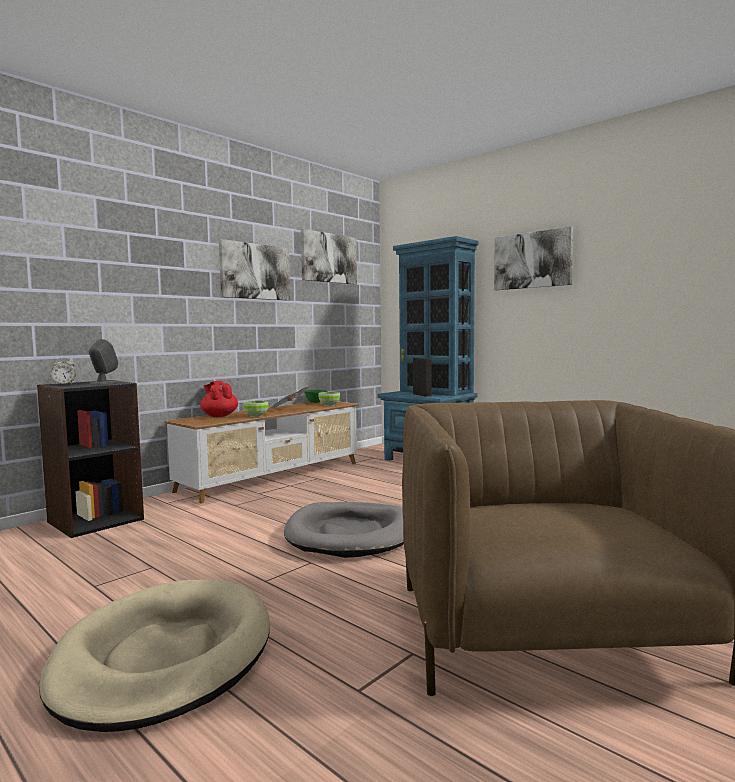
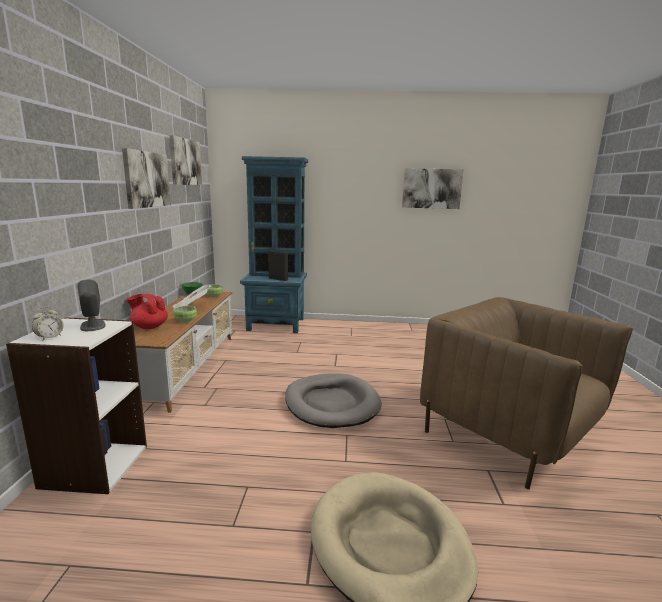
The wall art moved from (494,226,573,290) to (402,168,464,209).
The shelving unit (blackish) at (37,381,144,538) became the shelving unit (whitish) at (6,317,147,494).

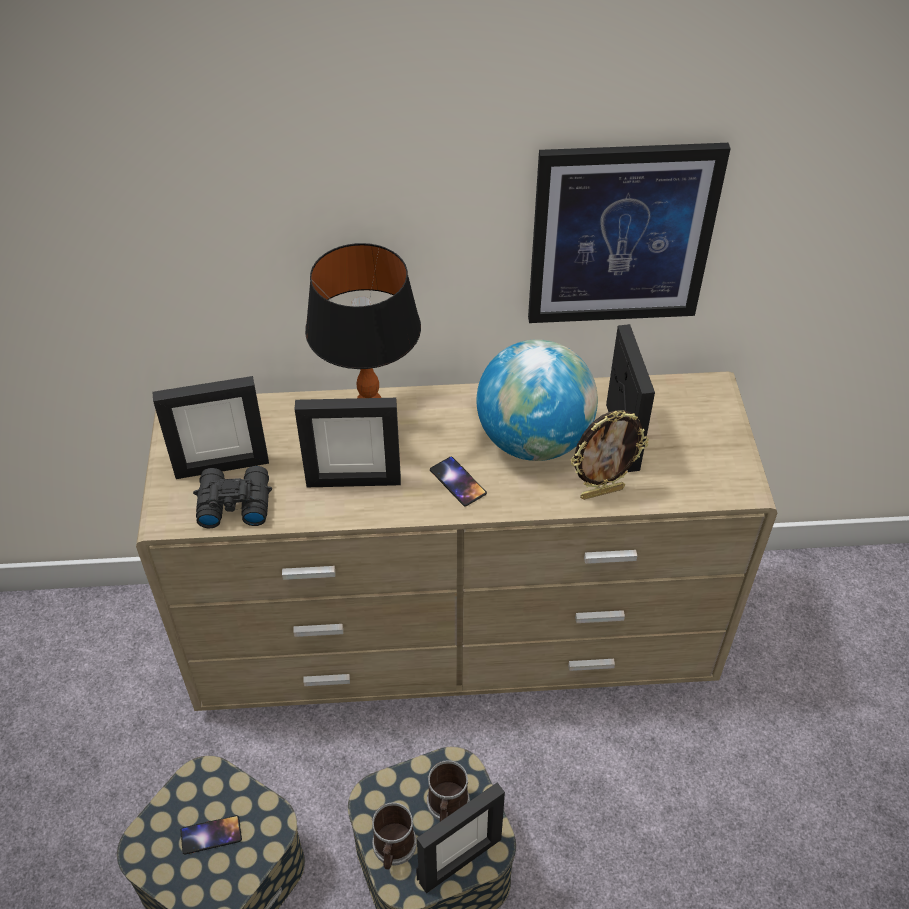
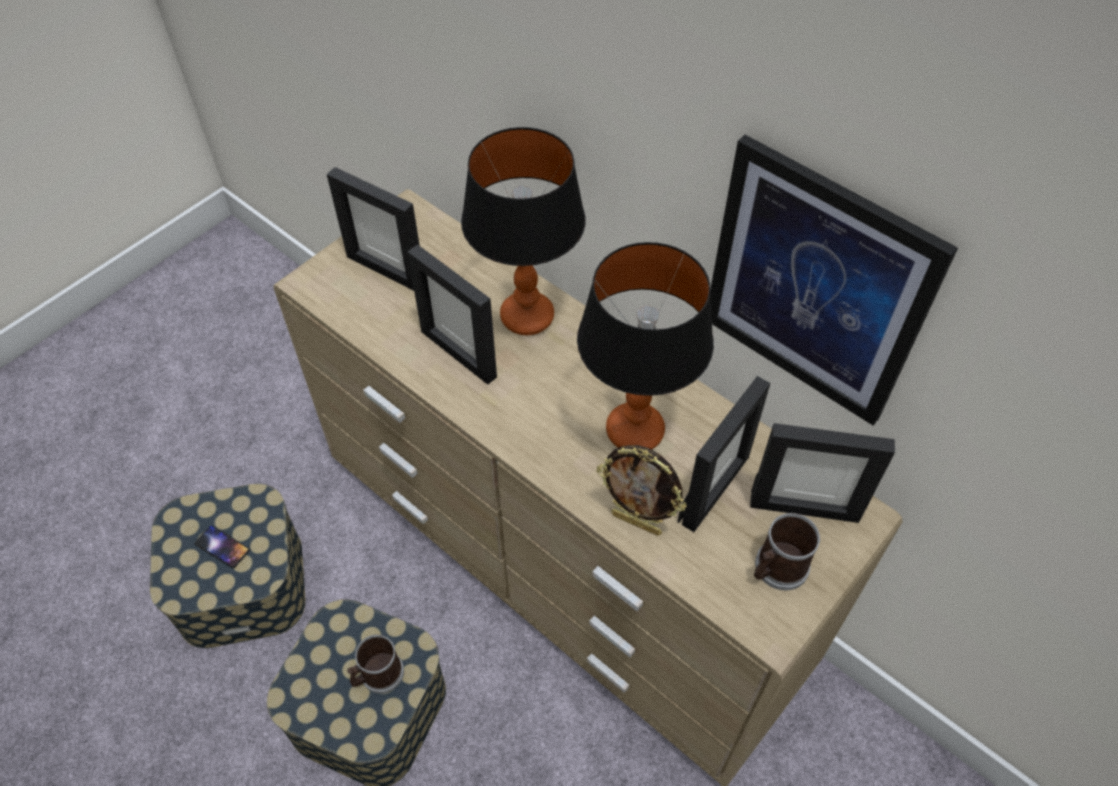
The globe at (477,339,598,461) was replaced by the table lamp at (577,242,714,450).
The phone at (430,457,487,507) disappeared.
The binoculars (blackish) at (193,466,272,528) disappeared.
The standing frame moved from (416,783,505,893) to (750,423,895,523).
The tea mug moved from (372,802,417,870) to (754,513,821,590).

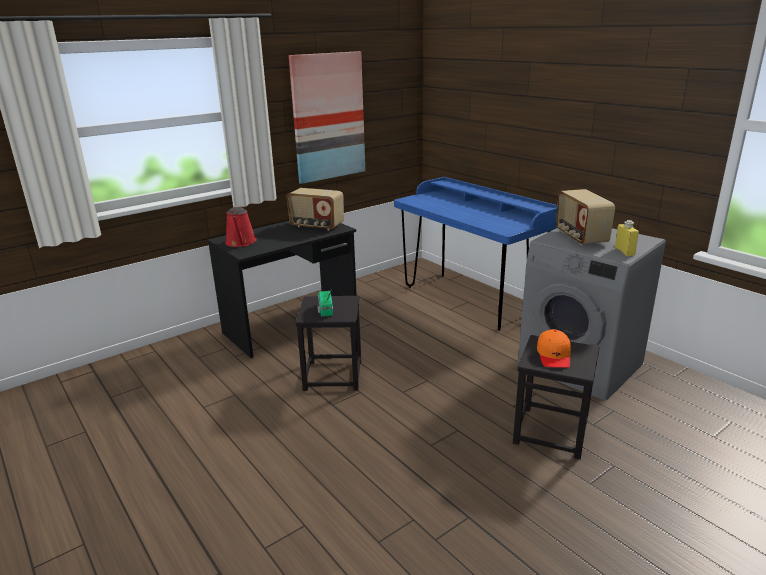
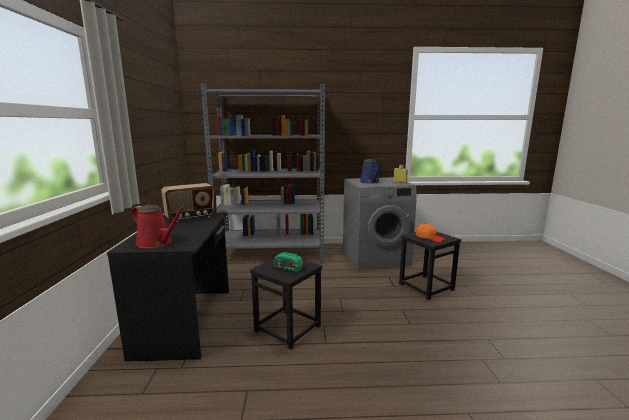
The wall art at (289,51,365,184) disappeared.
The desk (bluish) at (394,177,557,331) was replaced by the shelving unit (greyish) at (201,83,325,264).
The radio set at (556,189,615,245) was replaced by the sprinkling can (bluish) at (360,159,384,183).

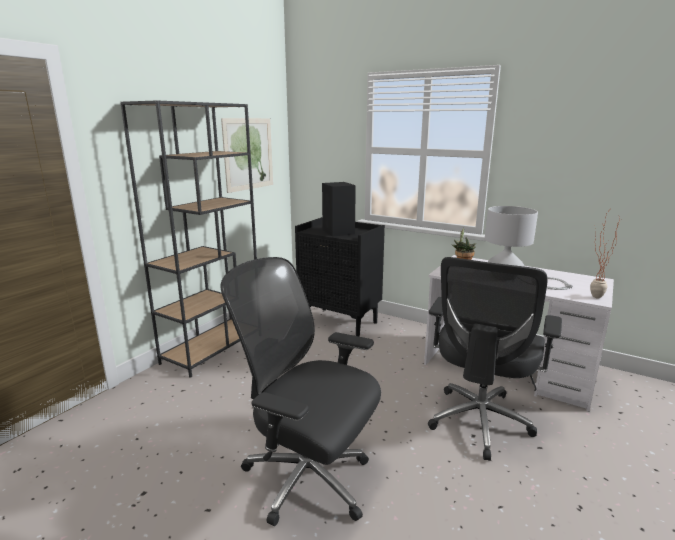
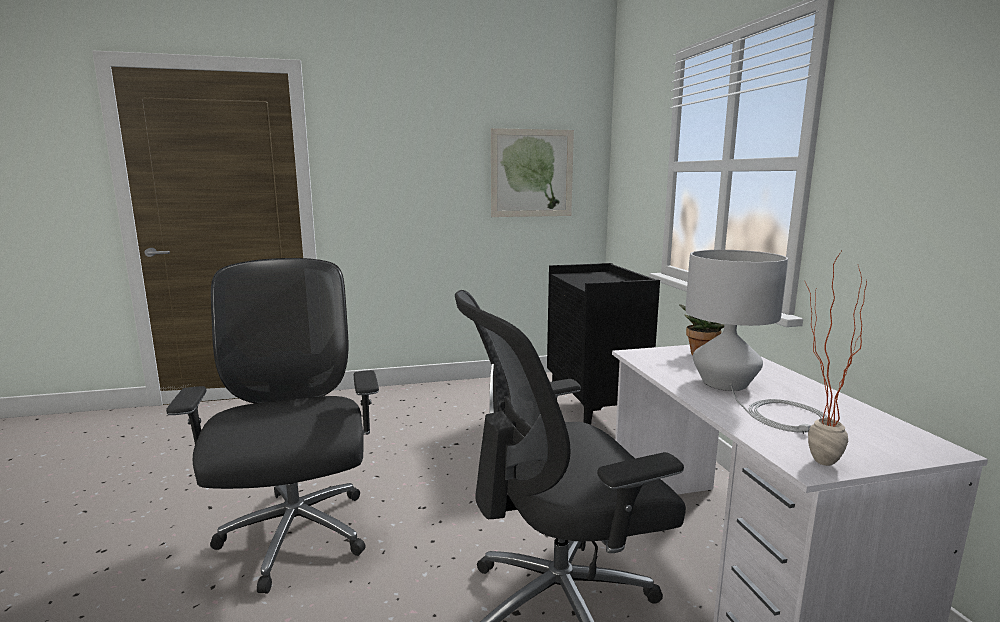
The shelving unit at (120,101,257,378) disappeared.
The audio speaker (blackish) at (322,182,356,237) disappeared.

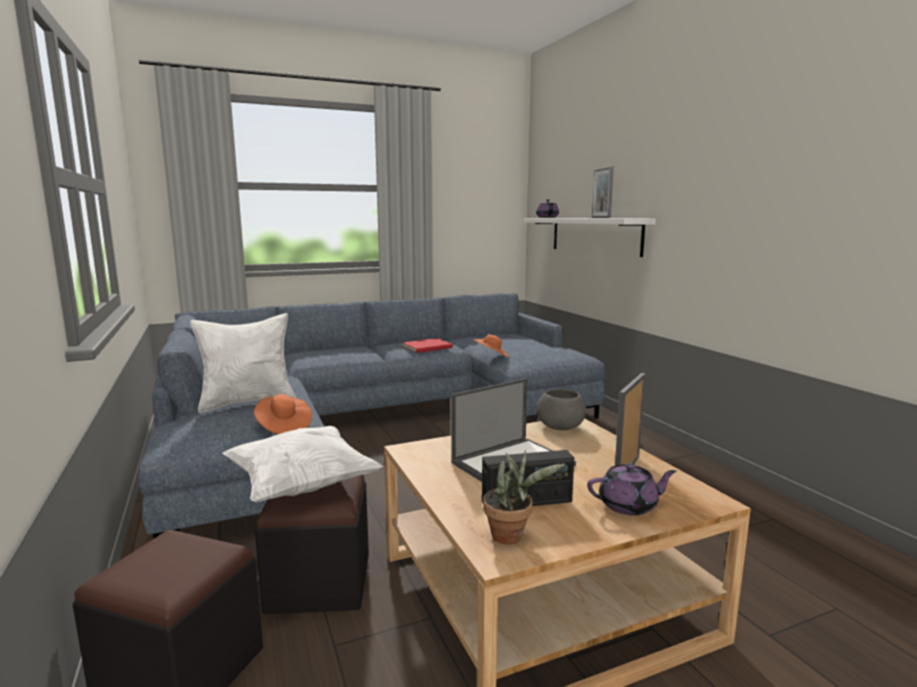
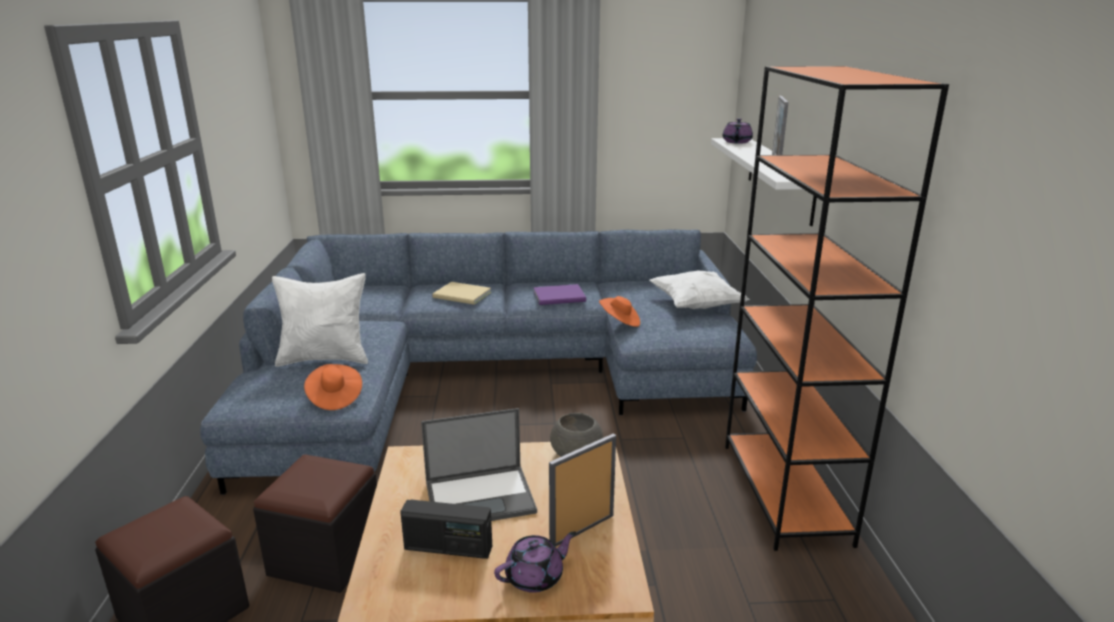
The volume (reddish) at (402,338,453,353) became the volume (purple) at (533,284,586,305).
The cushion (whitish) moved from (223,426,383,503) to (650,270,750,309).
The houseplant at (483,450,565,544) disappeared.
The tea pot (purple) at (587,463,677,516) turned 45 degrees counterclockwise.
The shelving unit (orange) at (725,66,949,551) appeared.
The volume (beige-coloured) at (432,282,491,305) appeared.

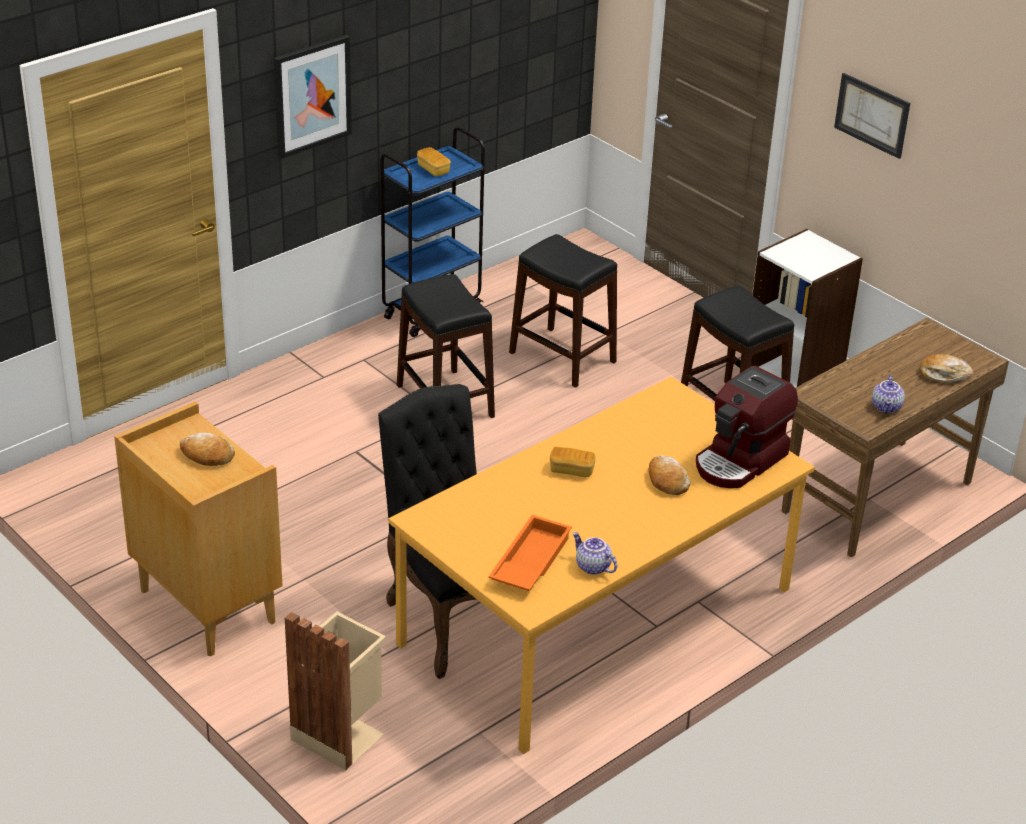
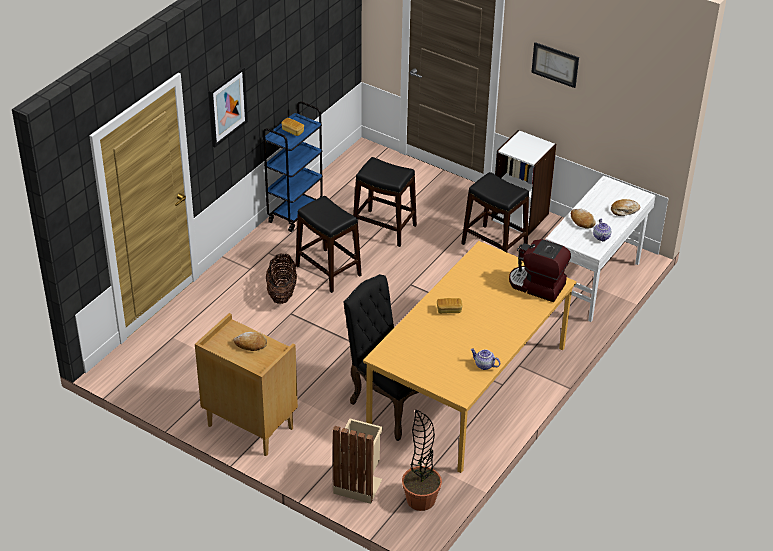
The narrow table (brown) at (782,317,1009,558) became the narrow table (whitish) at (545,175,656,322).
The coffee brewer at (696,366,798,488) turned 90 degrees clockwise.
The bread moved from (649,456,691,495) to (571,209,596,228).
The carrying tray (orange) at (488,515,572,591) disappeared.
The storage basket at (266,253,297,304) appeared.
The houseplant at (402,409,442,511) appeared.

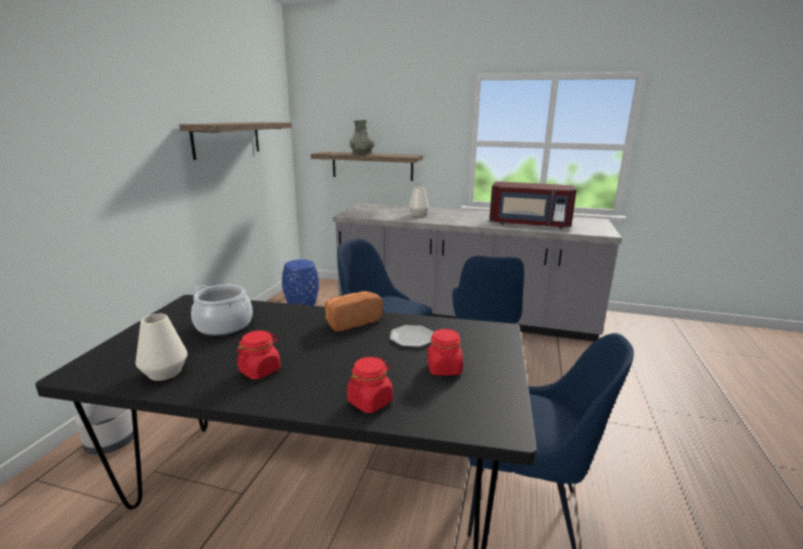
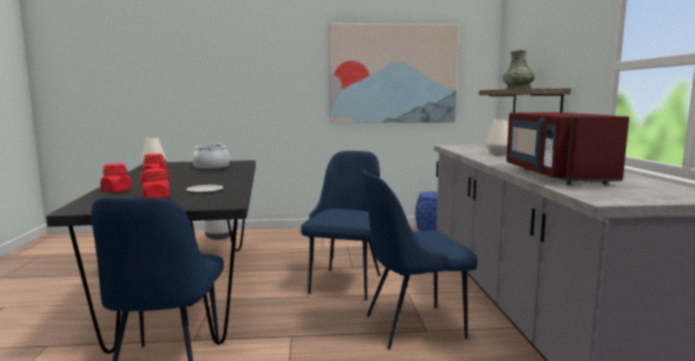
The shelf at (179,122,292,160) was replaced by the wall art at (329,23,459,123).
The bread at (325,291,383,332) disappeared.

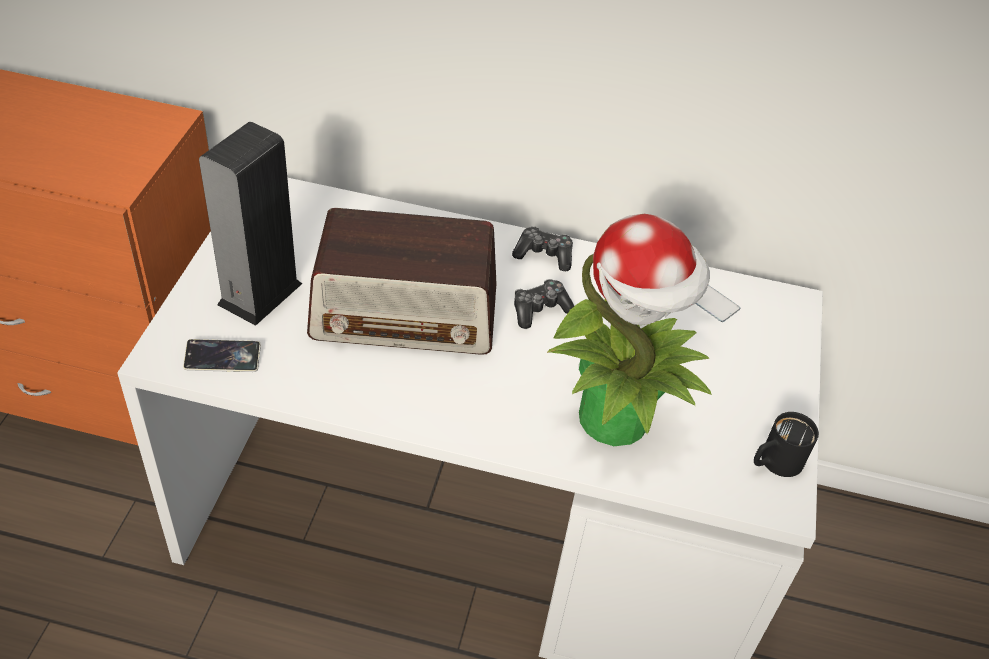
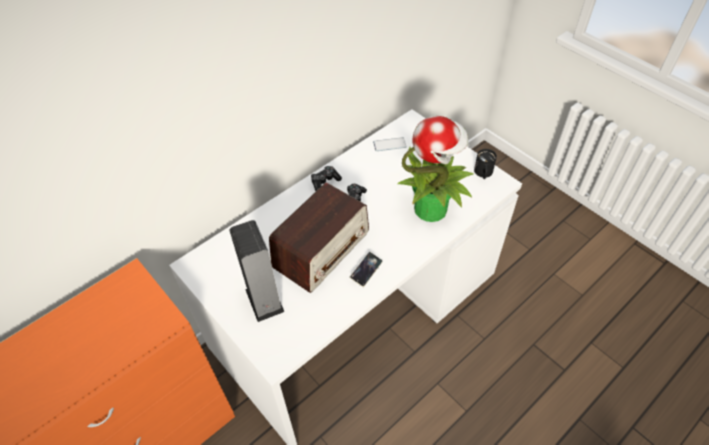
The phone moved from (183,339,261,372) to (350,252,383,287).

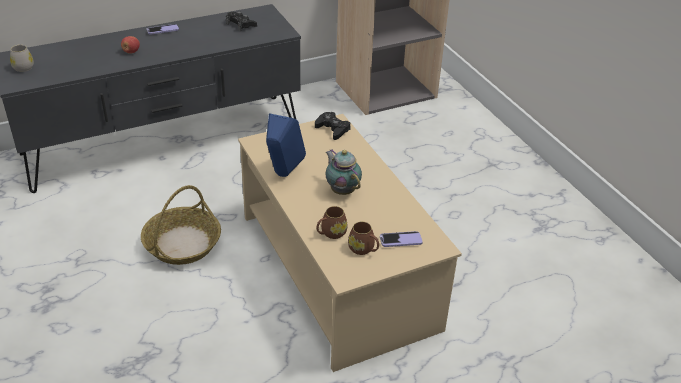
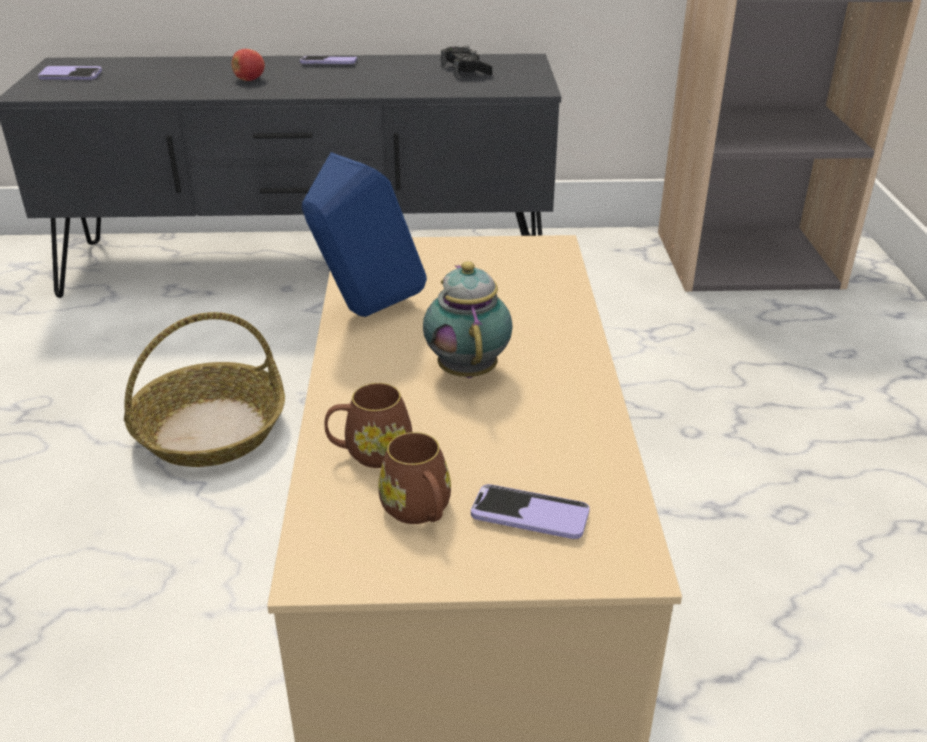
The tea mug (whitish) at (10,45,34,72) was replaced by the phone at (38,66,102,80).
The gamepad (blackish) at (315,112,351,140) disappeared.

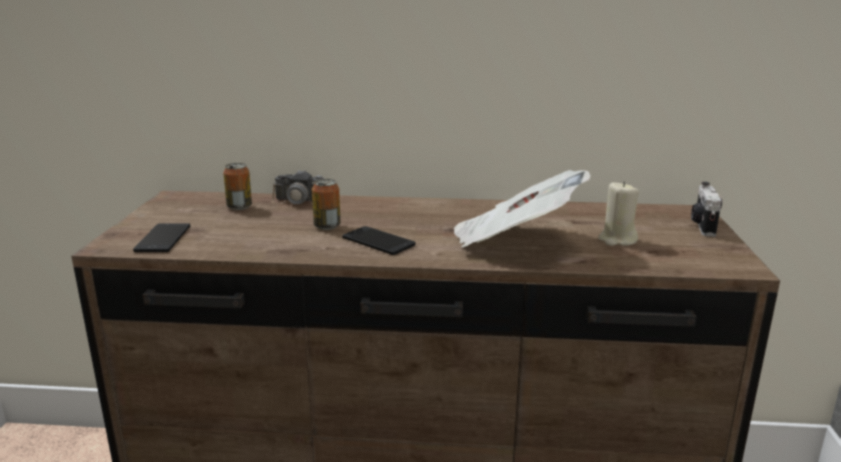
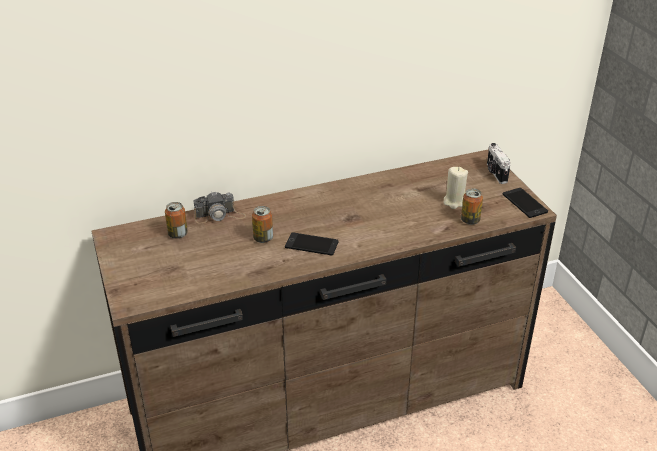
The newspaper at (454,170,590,248) disappeared.
The phone moved from (133,223,190,252) to (502,188,548,218).
The can at (461,189,483,225) appeared.

